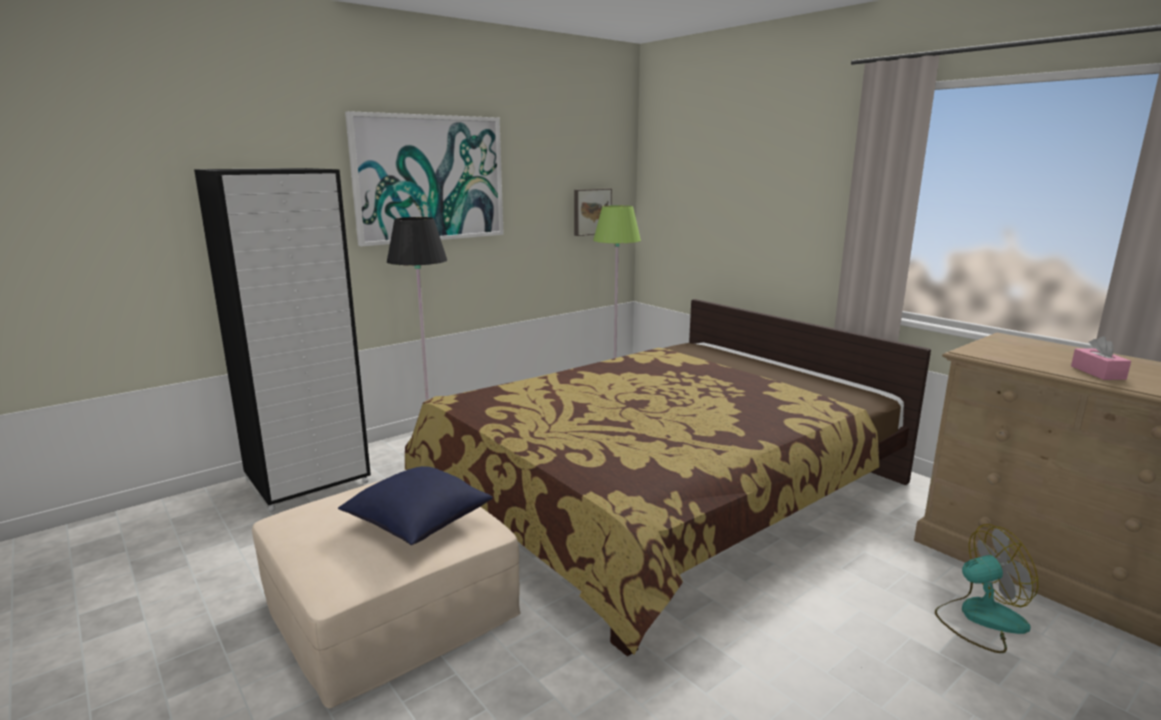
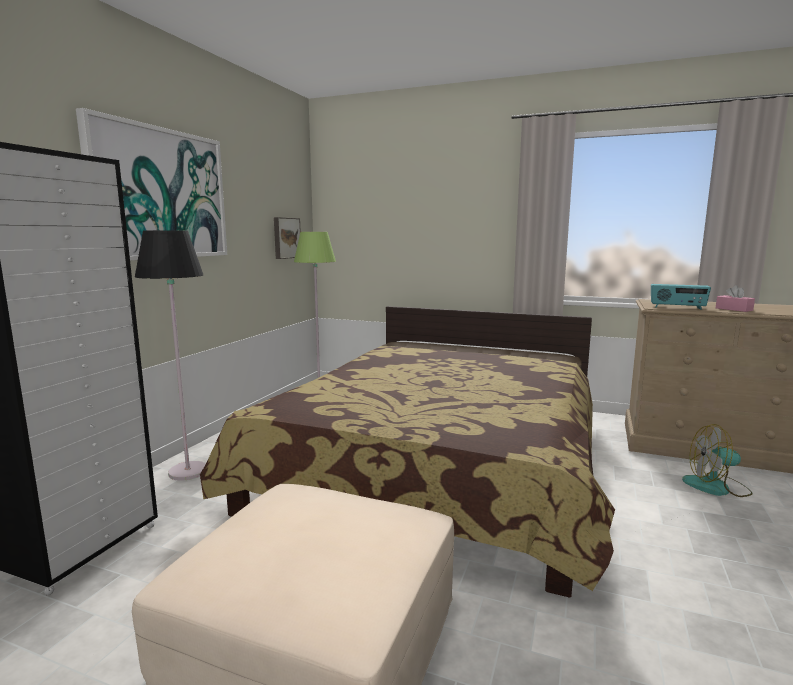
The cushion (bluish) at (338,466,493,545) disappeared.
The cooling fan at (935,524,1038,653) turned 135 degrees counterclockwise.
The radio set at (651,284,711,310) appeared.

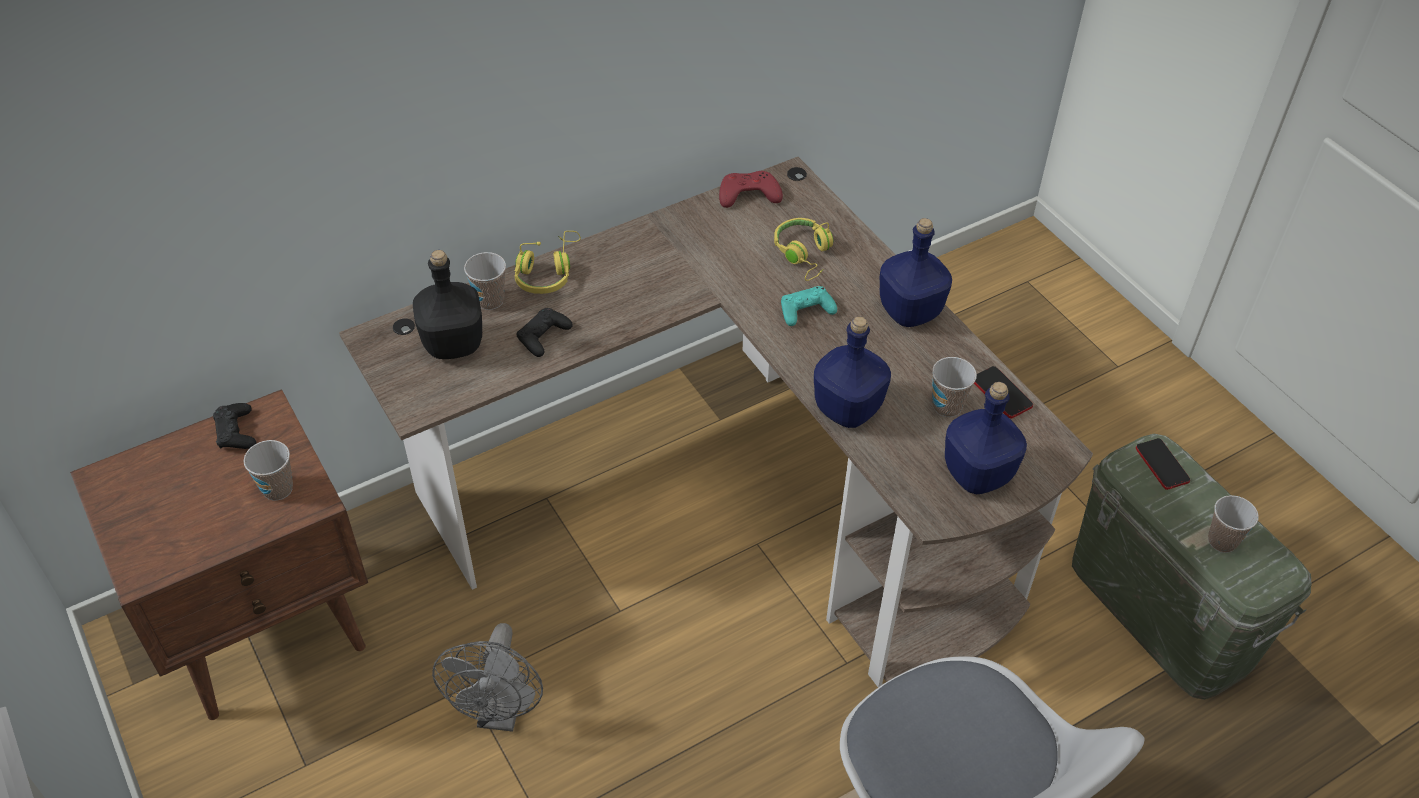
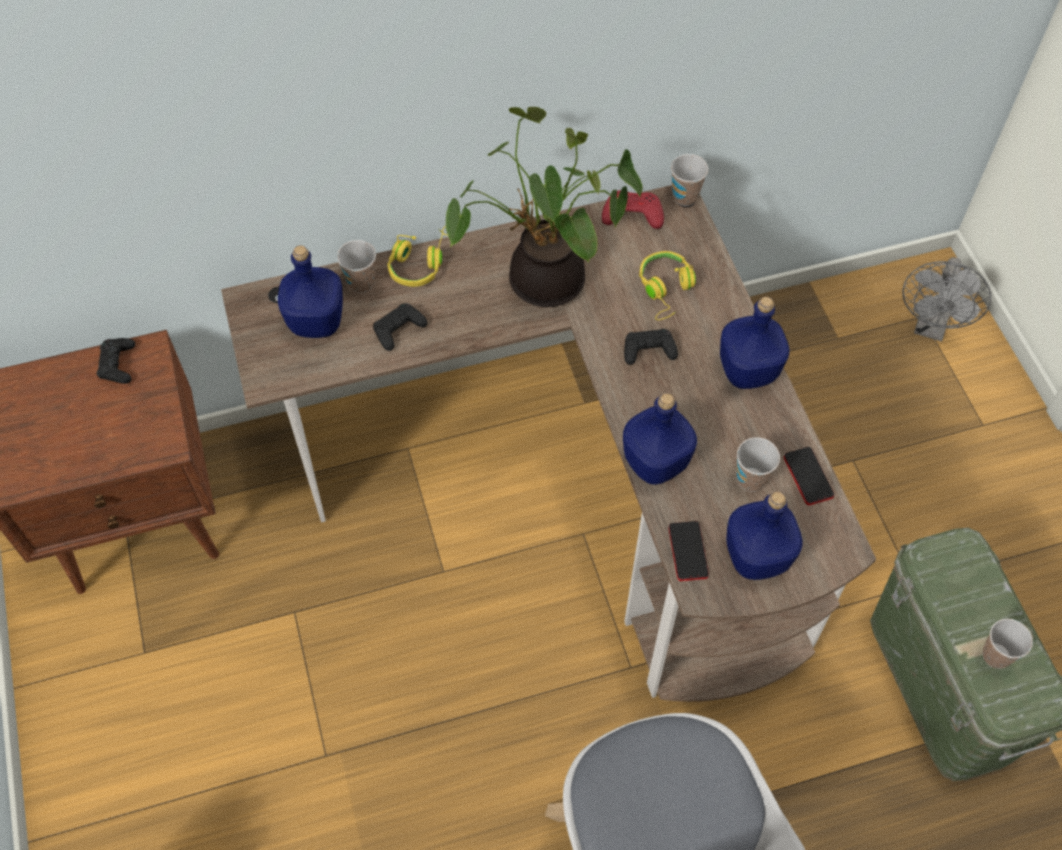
The bottle (blackish) at (413,250,482,359) became the bottle (bluish) at (278,245,343,338).
The gamepad (turquoise) at (781,286,837,326) became the gamepad (blackish) at (624,329,678,365).
The phone moved from (1136,438,1190,490) to (669,521,709,581).
The cup moved from (244,440,293,501) to (671,154,708,206).
The cooling fan (greyish) moved from (432,623,543,732) to (902,257,991,341).
The houseplant at (446,107,642,307) appeared.

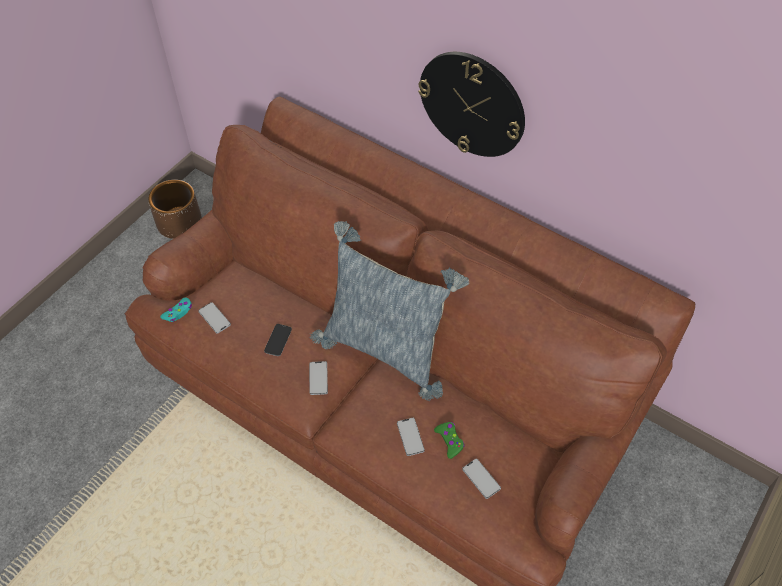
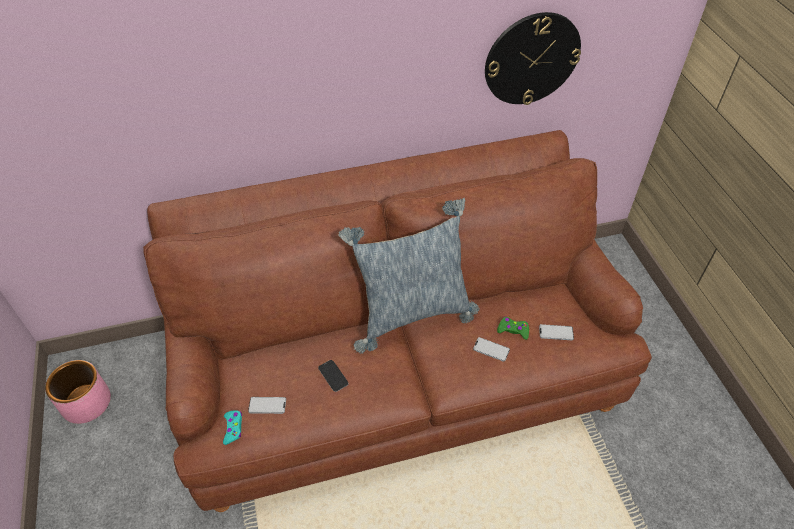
The hanging clock moved from (418,52,525,157) to (485,12,581,105).
The planter (brown) at (148,180,202,239) became the planter (pink) at (45,360,111,424).
The phone at (309,361,328,395) disappeared.

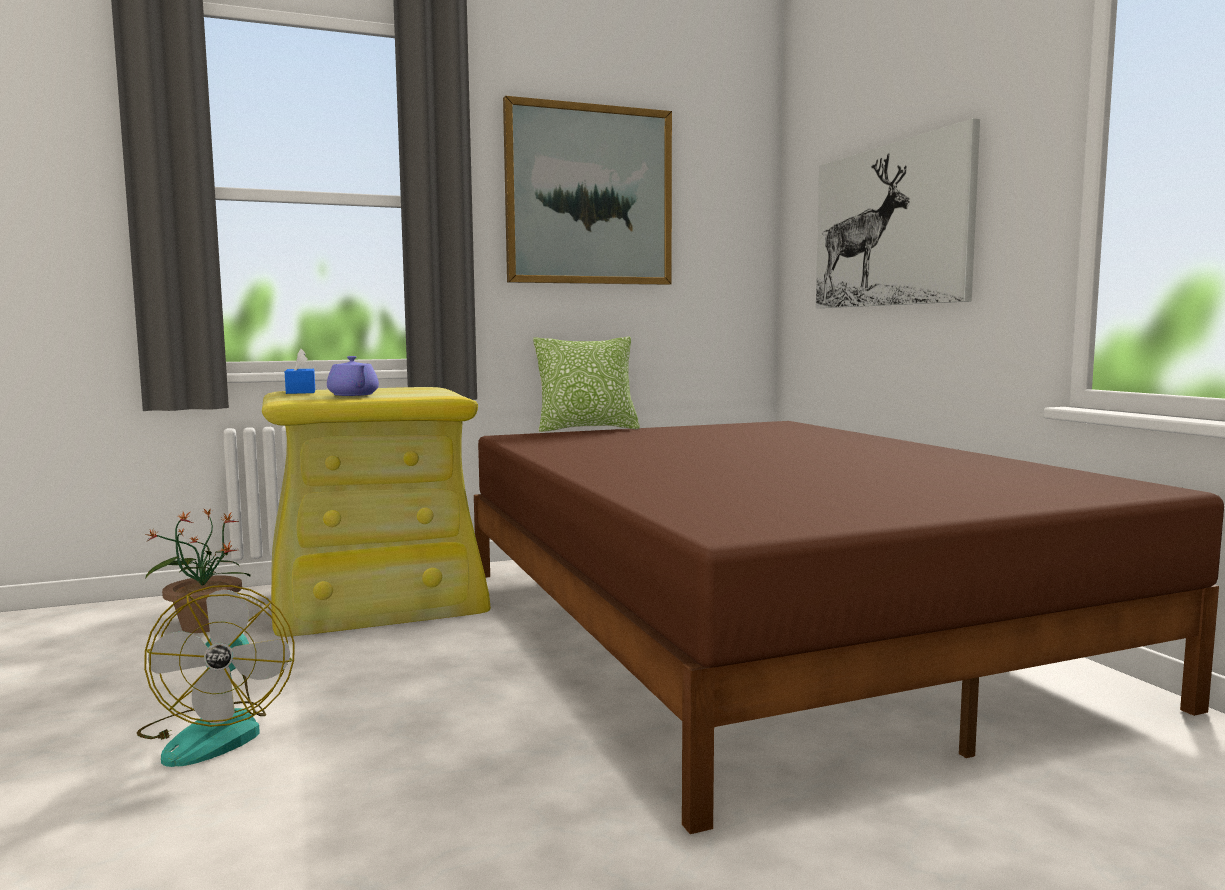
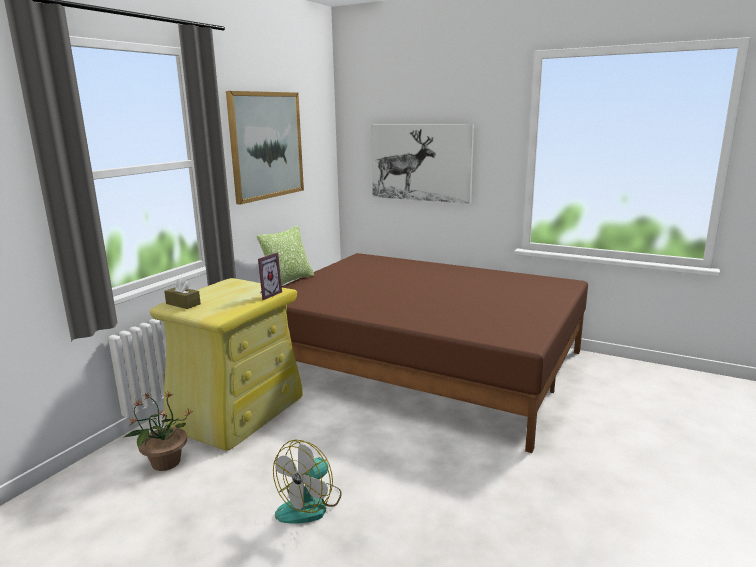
The box of tissues (bluish) at (285,349,315,394) became the box of tissues (brown) at (164,278,201,309).
The tea pot (purple) at (327,356,379,396) disappeared.
The cooling fan at (137,585,294,767) turned 90 degrees clockwise.
The standing frame at (258,253,282,300) appeared.

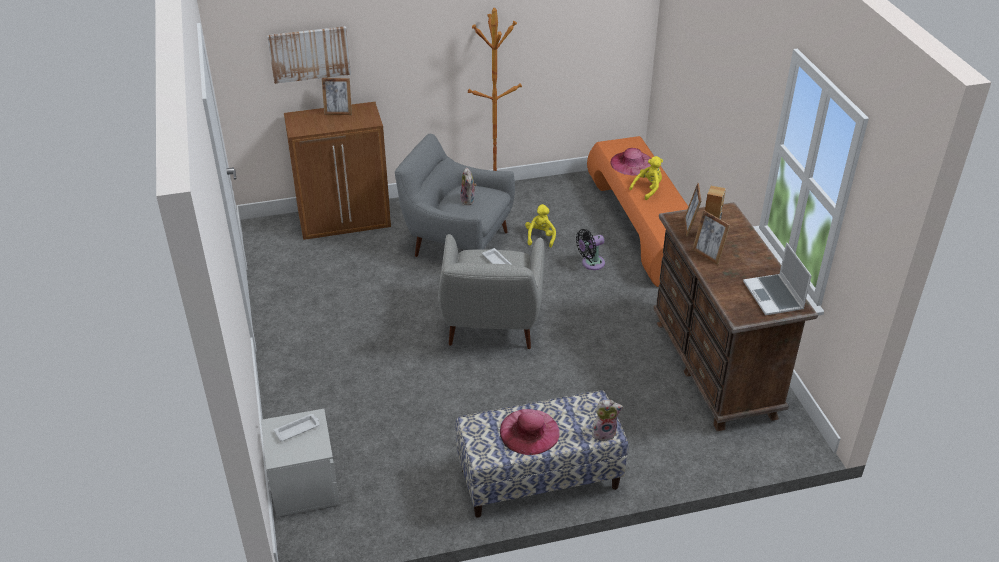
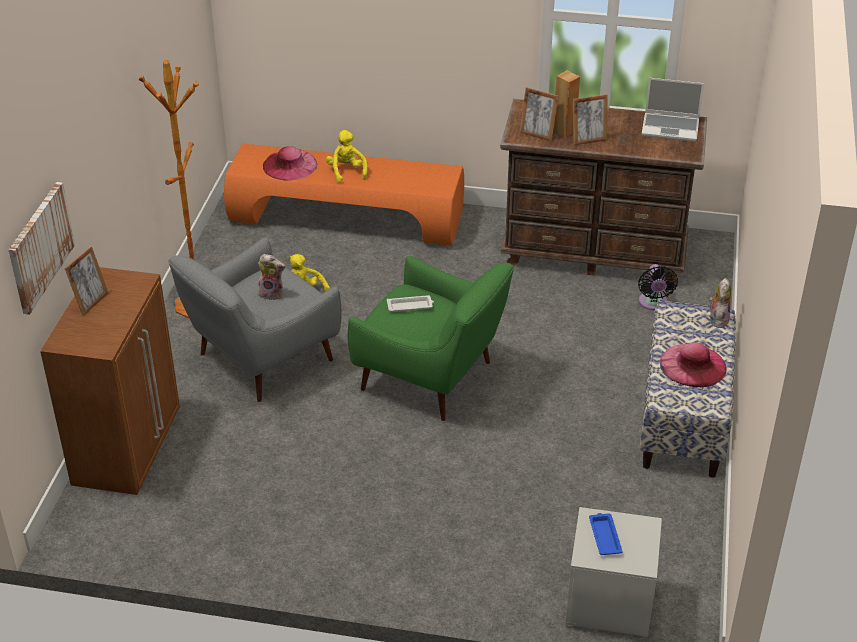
The cooling fan (blackish) moved from (576,229,605,270) to (638,264,678,310).
The armchair (greyish) at (438,234,545,349) became the armchair (green) at (347,256,514,421).
The carrying tray (whitish) at (274,414,320,441) became the carrying tray (bluish) at (589,513,623,555).

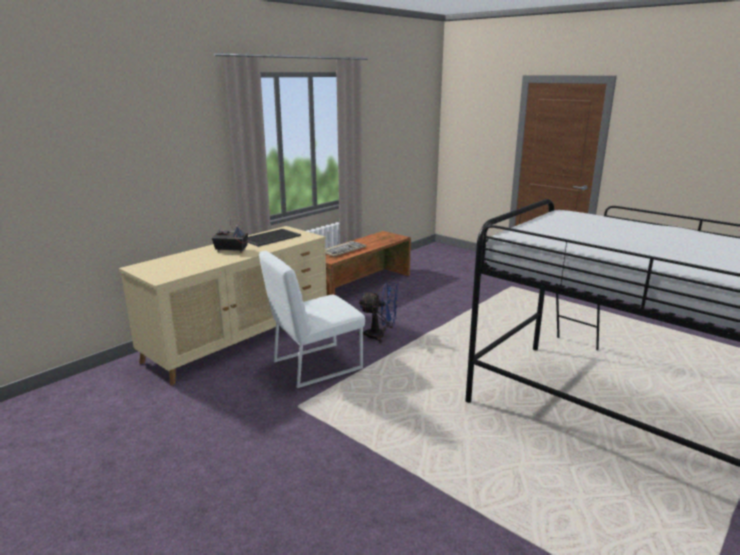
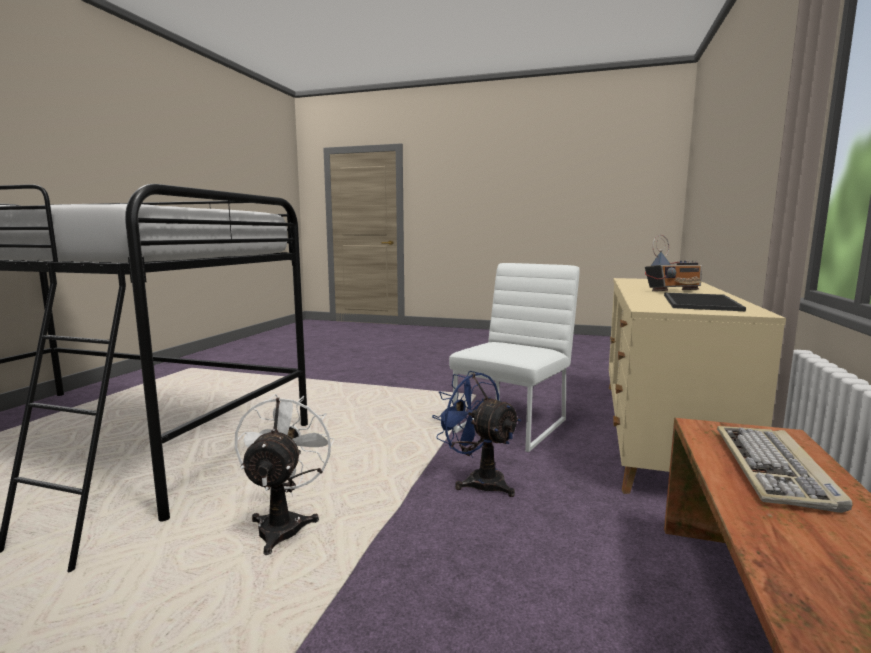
The cooling fan (bluish) at (358,282,398,343) turned 60 degrees clockwise.
The cooling fan (whitish) at (235,394,335,555) appeared.

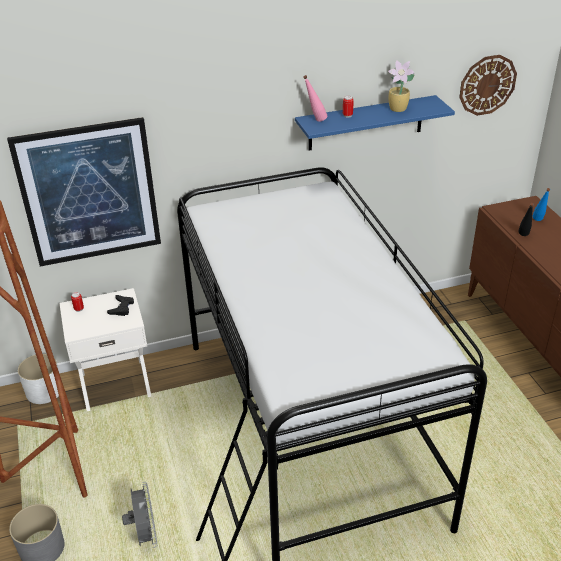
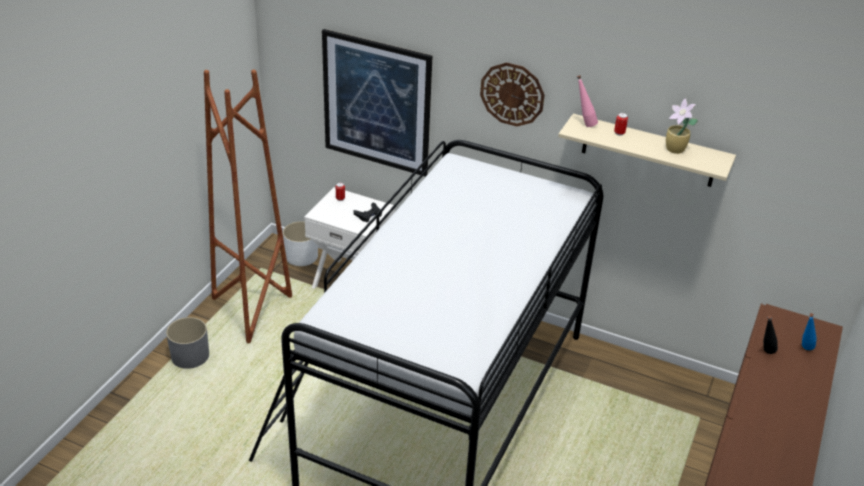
The hanging clock moved from (459,55,517,116) to (480,62,545,126).
The shelf (bluish) at (295,95,455,151) became the shelf (beige-coloured) at (558,114,736,187).
The cooling fan (greyish) at (122,482,157,548) disappeared.

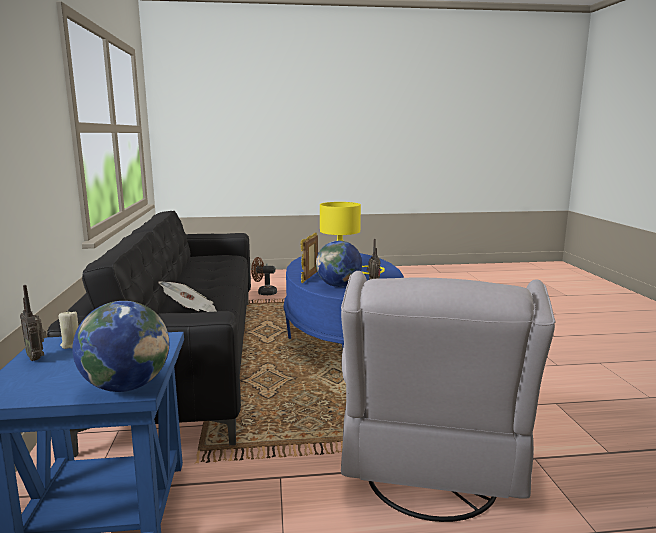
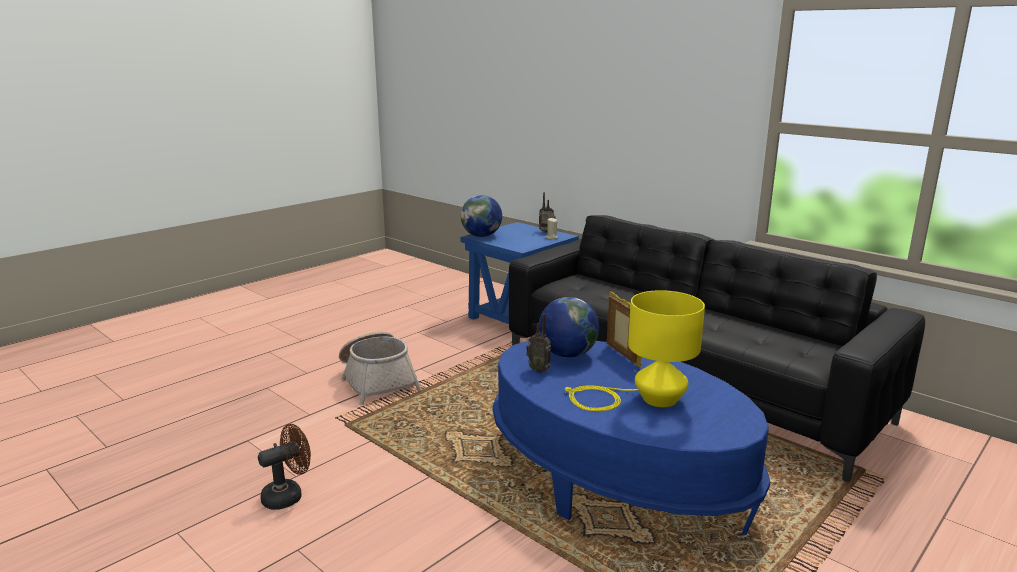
The cooling fan (brown) moved from (251,257,277,295) to (258,424,311,510).
The armchair (greyish) at (341,271,555,522) was replaced by the storage basket at (339,332,422,405).
The newspaper at (158,281,217,312) disappeared.

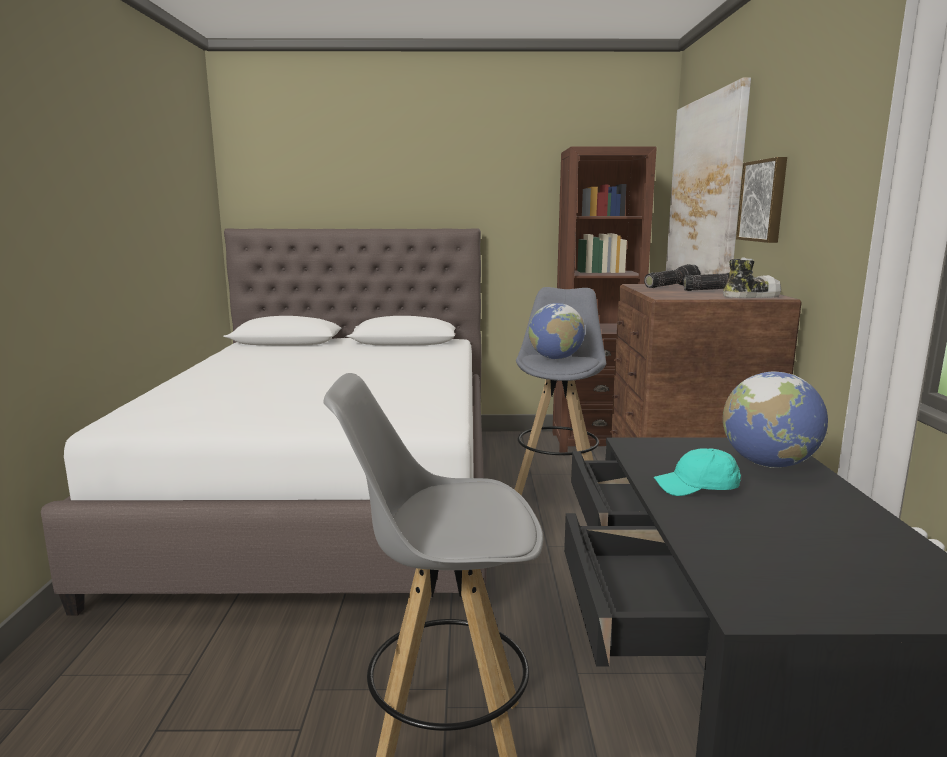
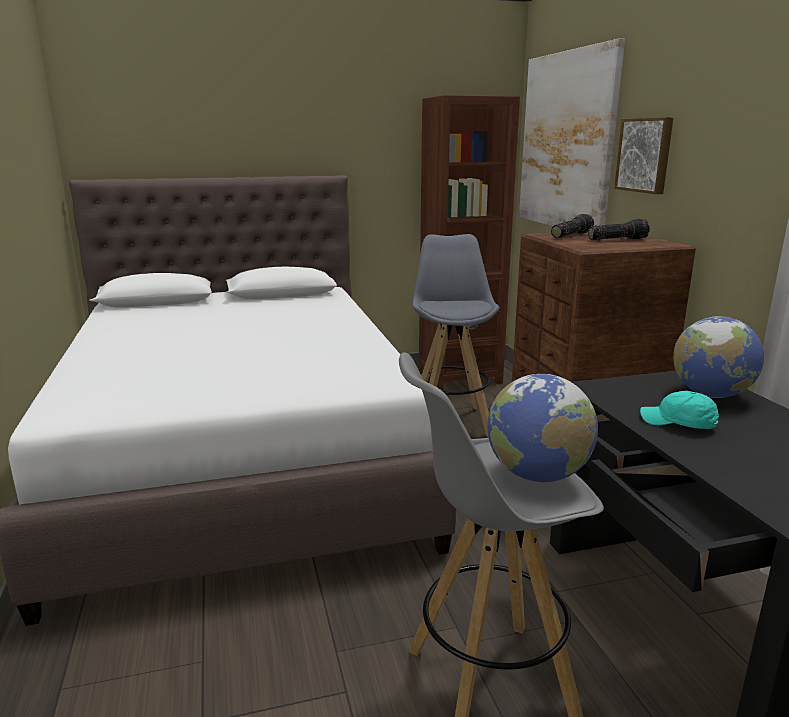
The shoe at (723,257,781,298) disappeared.
The globe moved from (528,303,585,359) to (487,374,598,482).
The cap (turquoise) at (654,448,741,496) turned 45 degrees clockwise.

